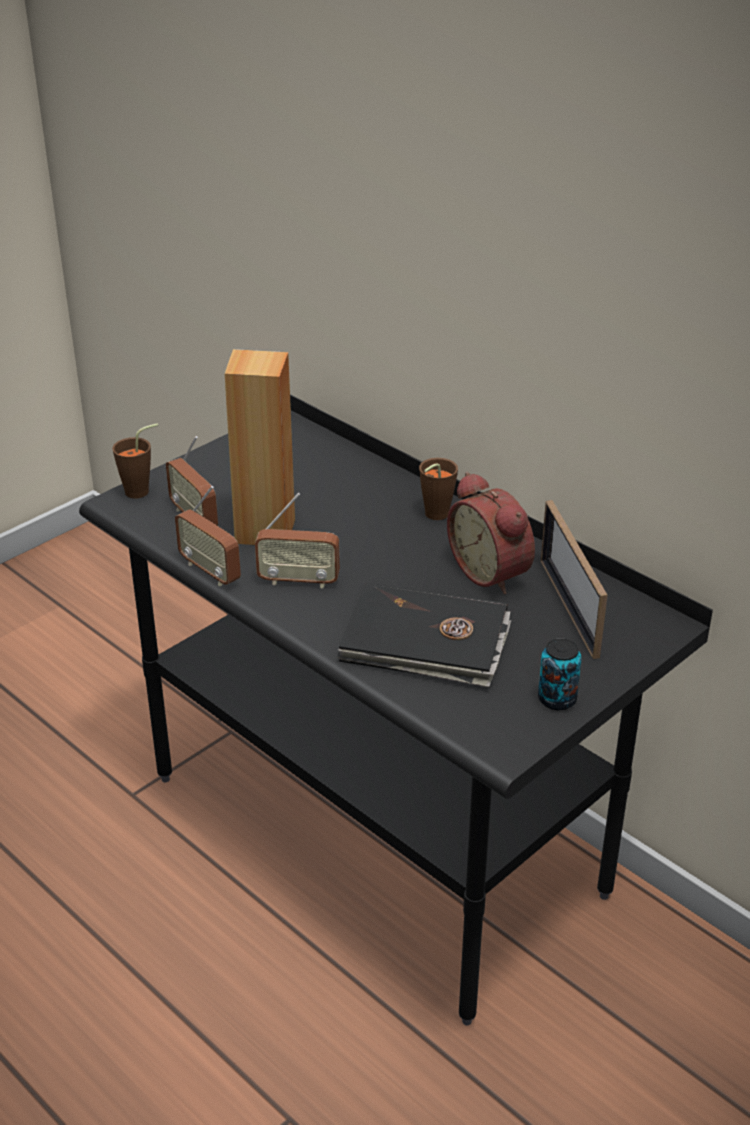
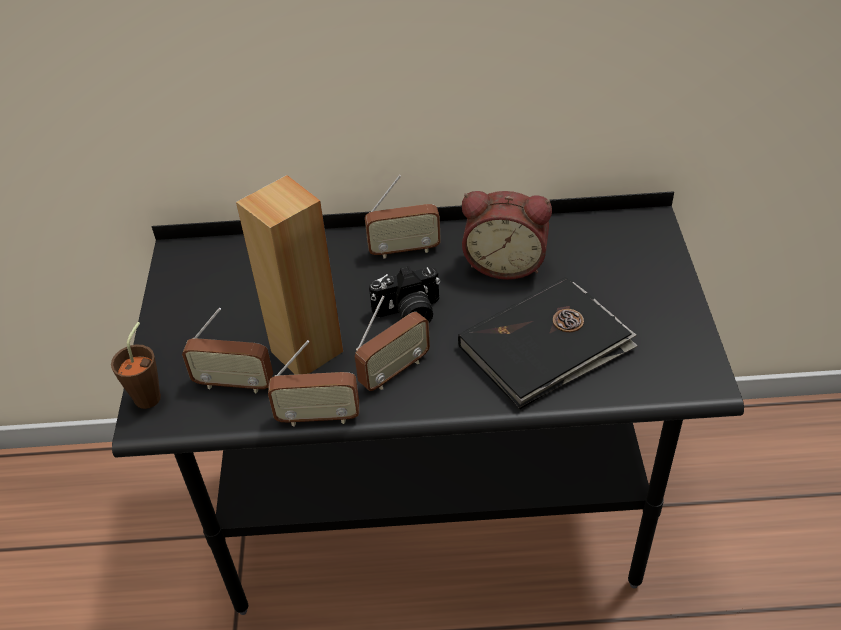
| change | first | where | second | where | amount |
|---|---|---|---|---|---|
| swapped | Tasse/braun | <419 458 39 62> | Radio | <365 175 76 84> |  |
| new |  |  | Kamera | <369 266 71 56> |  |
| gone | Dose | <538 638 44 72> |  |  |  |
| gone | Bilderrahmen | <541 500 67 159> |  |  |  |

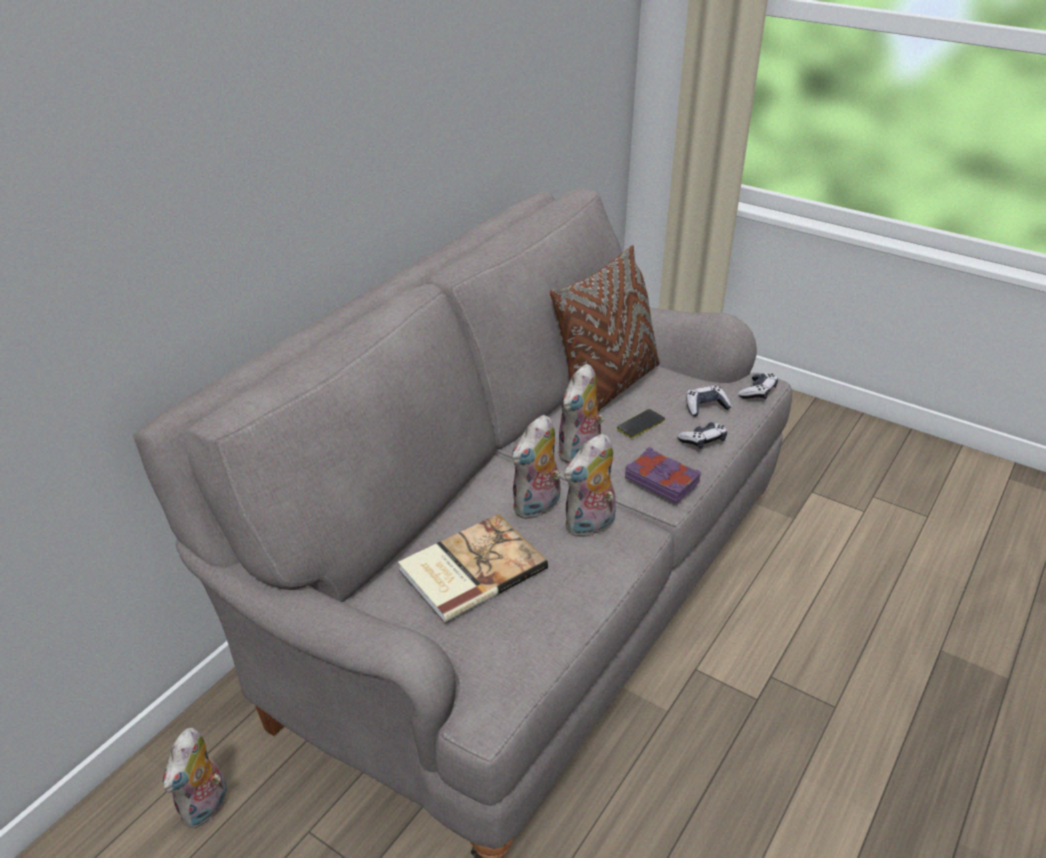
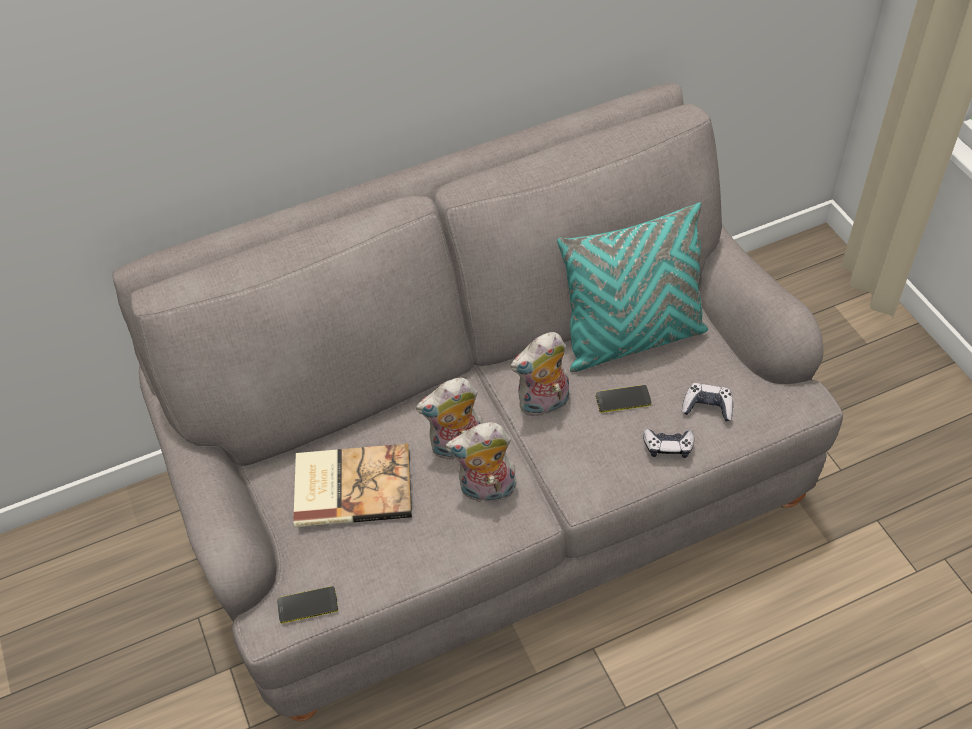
| change | first | where | second | where | amount |
|---|---|---|---|---|---|
| new |  |  | Handy | <277 586 61 37> |  |
| repainted | Kissen/braun | <550 245 109 166> | Kissen/türkis | <557 202 151 170> |  |
| gone | Plüschtier | <163 728 65 101> |  |  |  |
| gone | Buch/lila | <625 447 76 56> |  |  |  |
| gone | Gamepad | <738 373 40 27> |  |  |  |

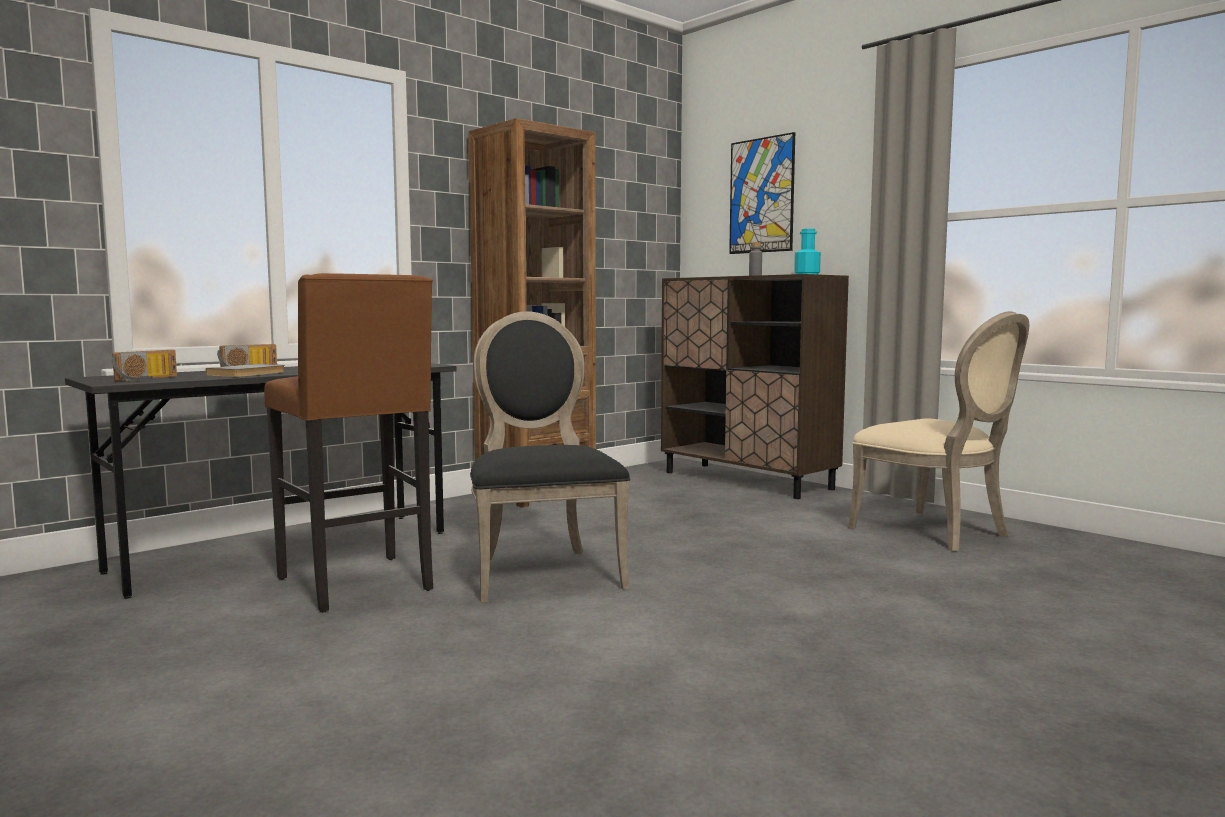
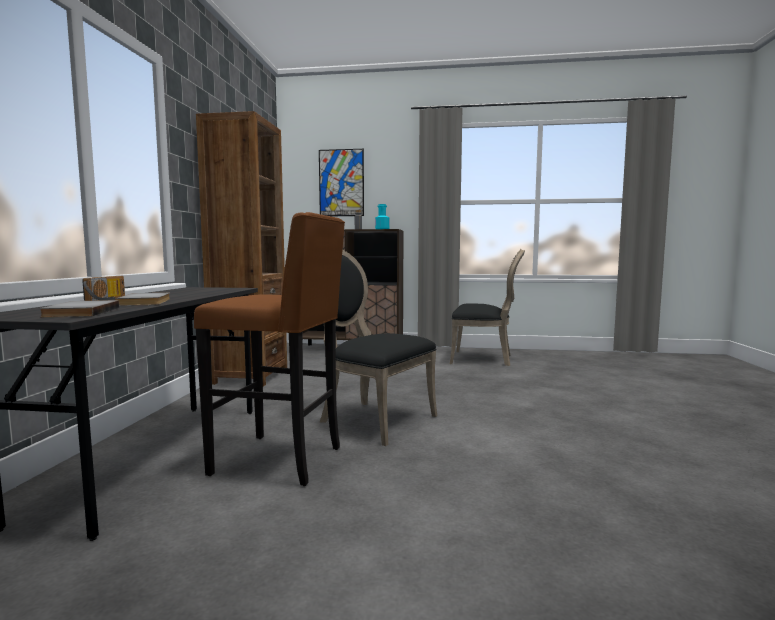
| change | first | where | second | where | amount |
|---|---|---|---|---|---|
| swapped | Radio | <111 350 66 31> | Buch/grau | <39 300 80 18> |  |
| repainted | Stuhl/beige | <848 311 181 241> | Stuhl/schwarz | <450 249 75 117> |  |

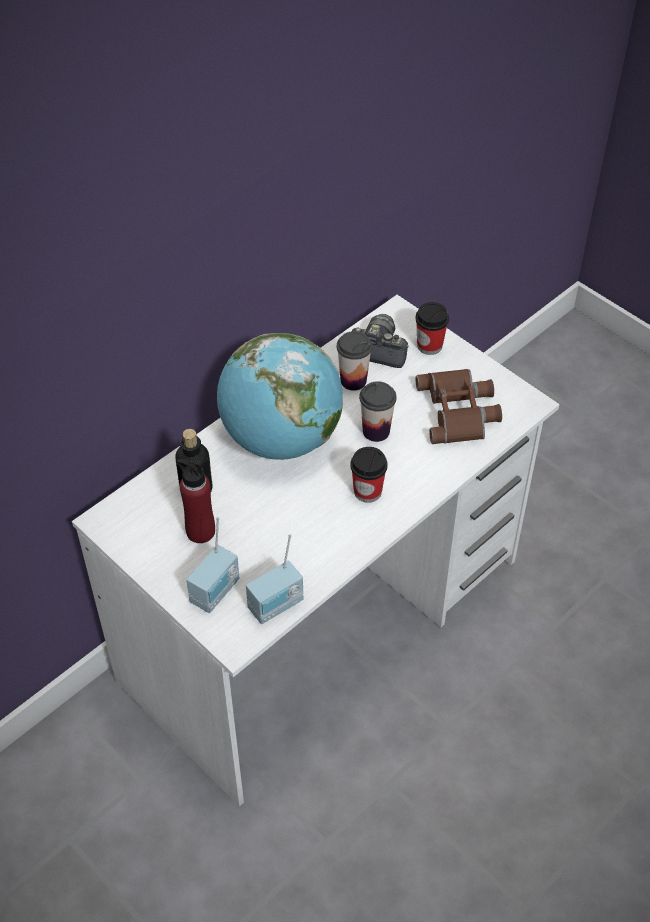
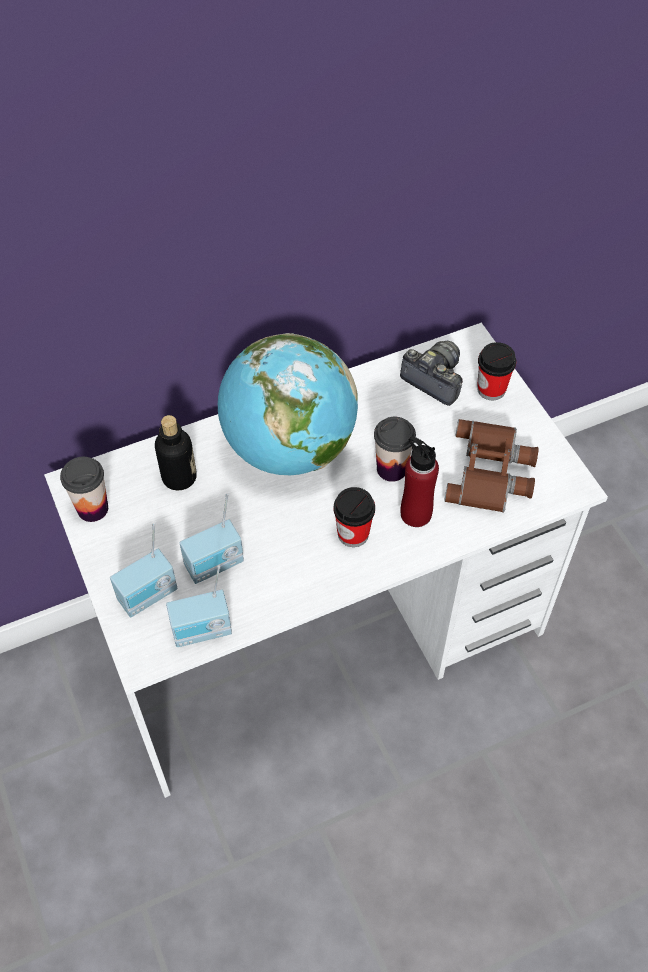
| change | first | where | second | where | amount |
|---|---|---|---|---|---|
| shifted | Tasse | <337 331 35 60> |  | <60 457 48 65> |  |
| new |  |  | Radio | <179 493 65 91> |  |
| shifted | Flasche/rot | <176 459 39 84> |  | <401 437 38 90> |  |

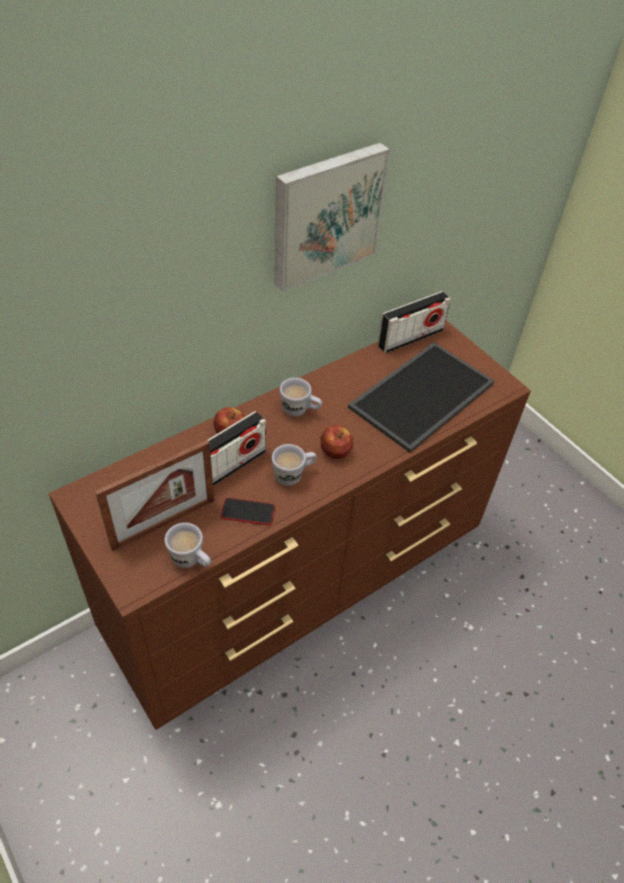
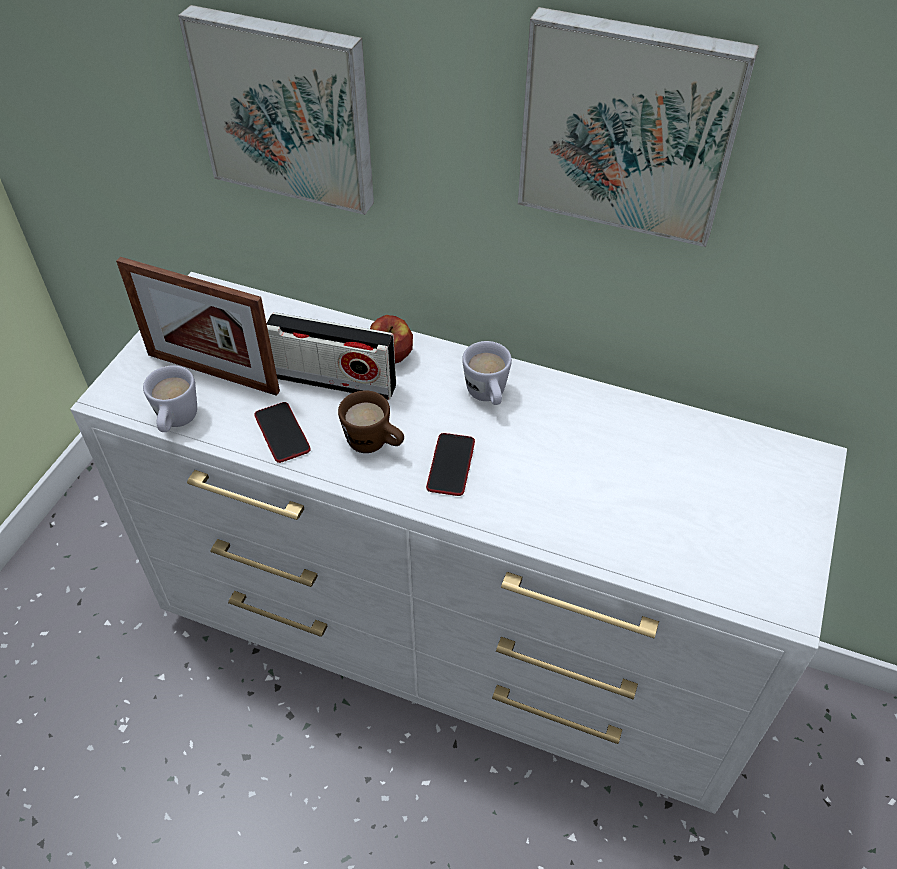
| change | first | where | second | where | amount |
|---|---|---|---|---|---|
| repainted | Kommode/braun | <49 320 482 410> | Kommode/weiß | <71 272 776 542> |  |
| new |  |  | Bild | <178 5 196 210> |  |
| repainted | Henkelbecher/weiß | <272 444 45 42> | Henkelbecher/braun | <338 390 66 63> |  |
| swapped | Apfel | <320 425 33 34> | Handy | <426 433 49 63> |  |
| gone | Tablett | <348 342 146 111> |  |  |  |
| gone | Radio | <378 291 73 62> |  |  |  |

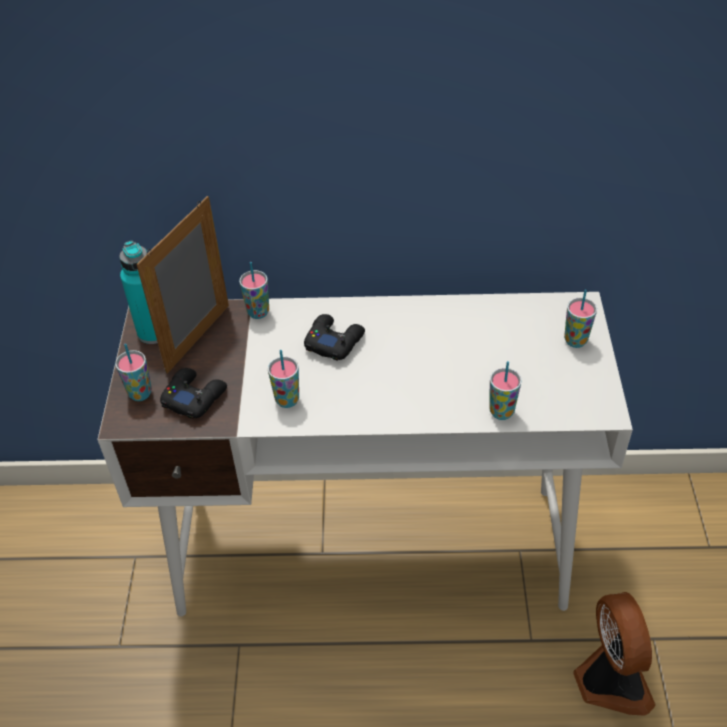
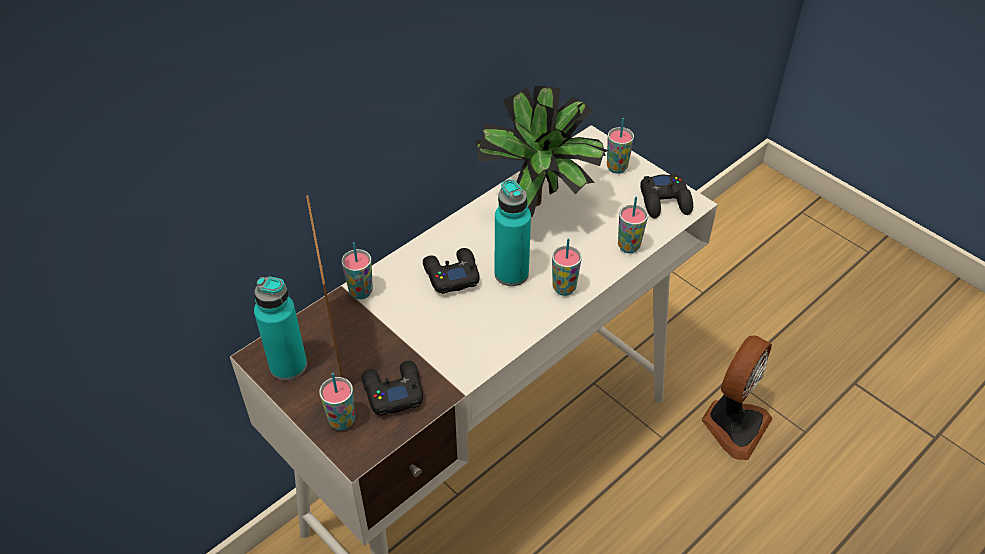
| change | first | where | second | where | amount |
|---|---|---|---|---|---|
| new |  |  | Topfpflanze | <475 86 134 131> |  |
| new |  |  | Flasche/türkis | <495 179 36 107> |  |
| shifted | Tasse | <268 350 31 58> |  | <552 238 30 58> |  |
| new |  |  | Gamepad/schwarz | <640 173 53 46> |  |
| rotated | Ventilator | <573 592 83 124> |  | <702 335 71 125> | 90 degrees clockwise |

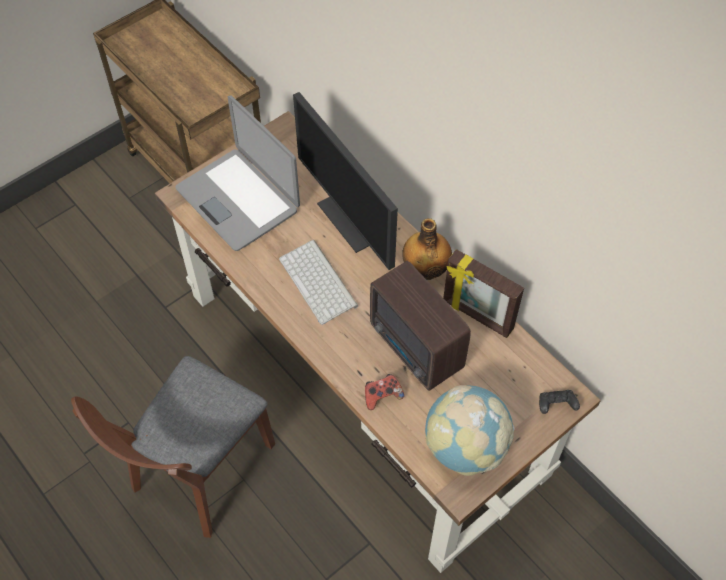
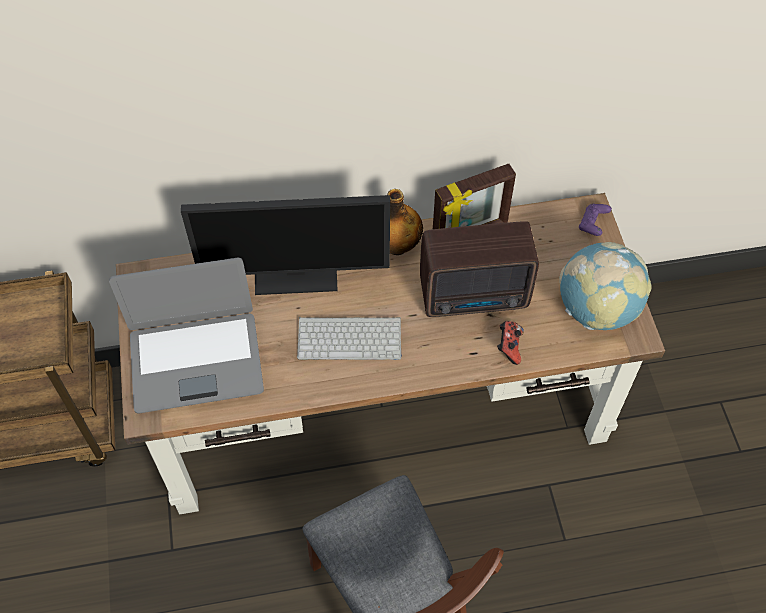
| change | first | where | second | where | amount |
|---|---|---|---|---|---|
| repainted | Gamepad/schwarz | <539 390 41 24> | Gamepad/lila | <579 204 33 32> |  |

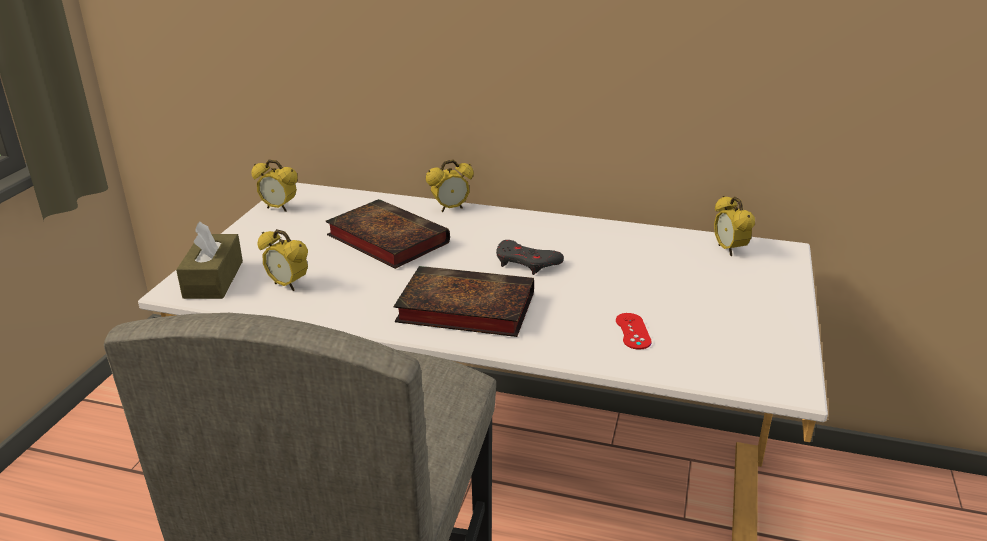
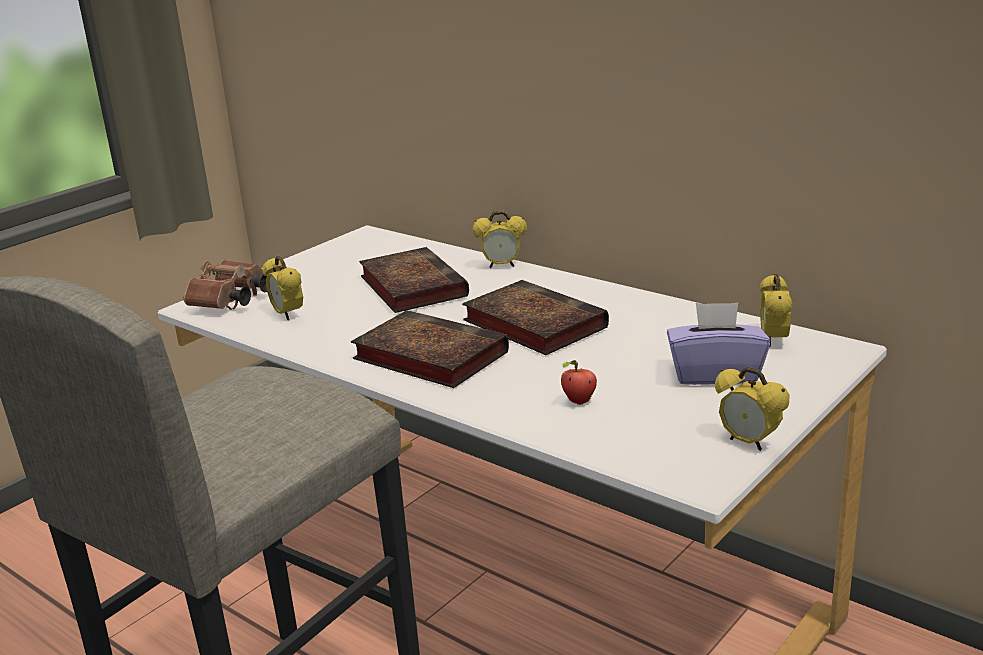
| change | first | where | second | where | amount |
|---|---|---|---|---|---|
| swapped | Taschentuchbox/braun | <176 221 67 78> | Fernglas/braun | <183 260 84 50> |  |
| swapped | Gamepad/grau | <496 240 68 35> | Buch | <462 280 147 75> |  |
| swapped | Gamepad/rot | <616 313 36 37> | Apfel | <561 360 36 45> |  |
| new |  |  | Taschentuchbox/lila | <667 303 103 82> |  |
| shifted | Wecker | <252 160 45 52> |  | <715 367 74 84> |  |

